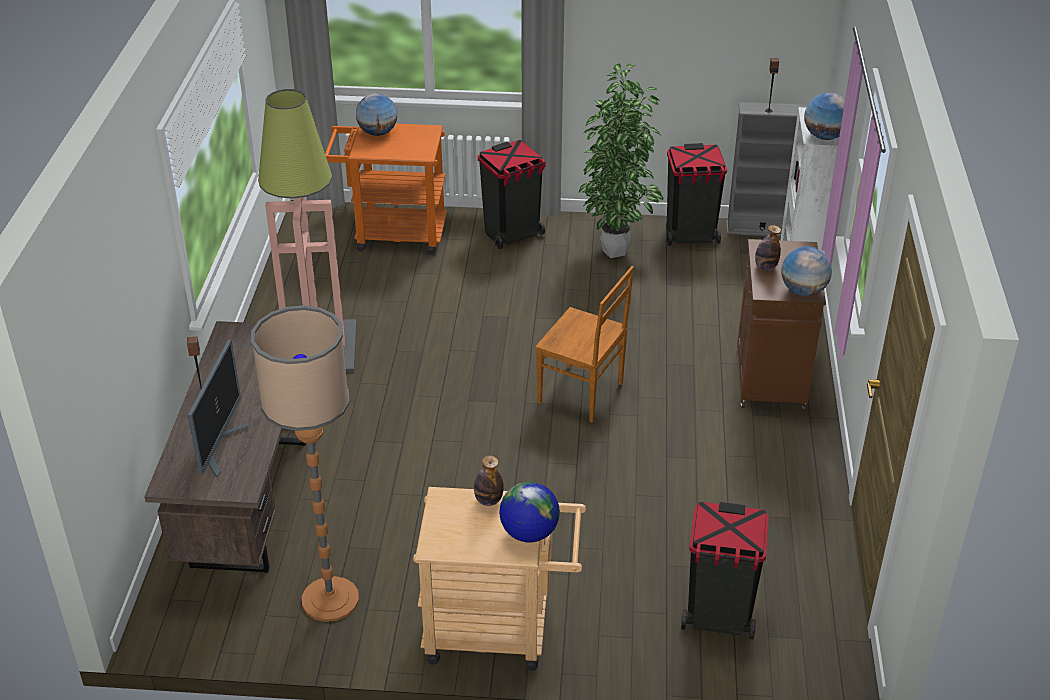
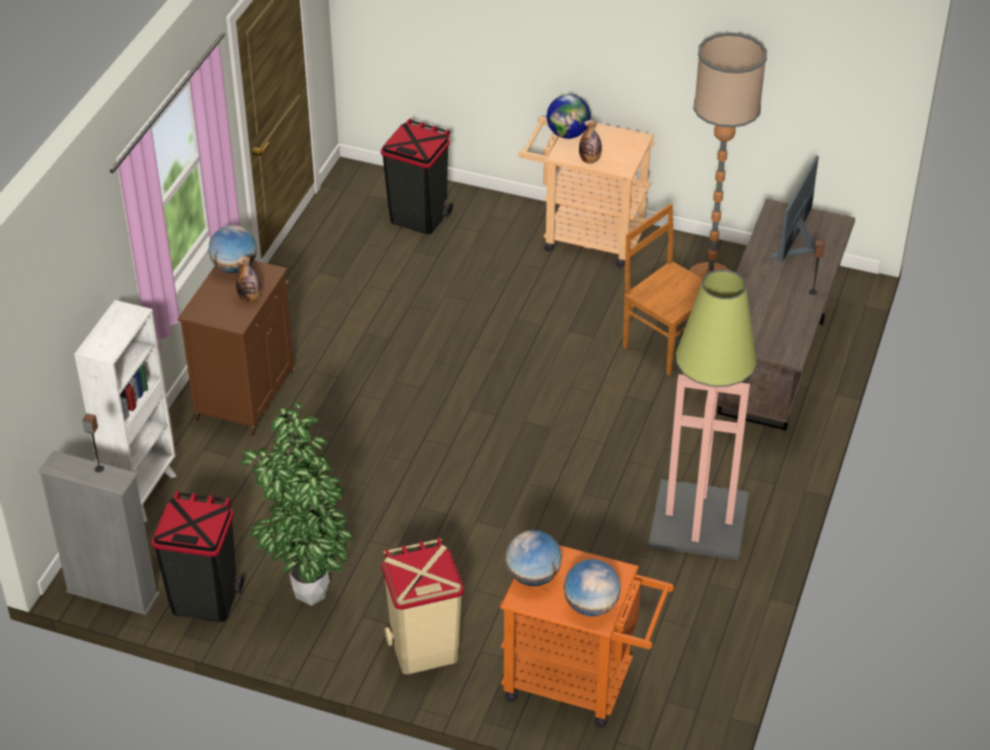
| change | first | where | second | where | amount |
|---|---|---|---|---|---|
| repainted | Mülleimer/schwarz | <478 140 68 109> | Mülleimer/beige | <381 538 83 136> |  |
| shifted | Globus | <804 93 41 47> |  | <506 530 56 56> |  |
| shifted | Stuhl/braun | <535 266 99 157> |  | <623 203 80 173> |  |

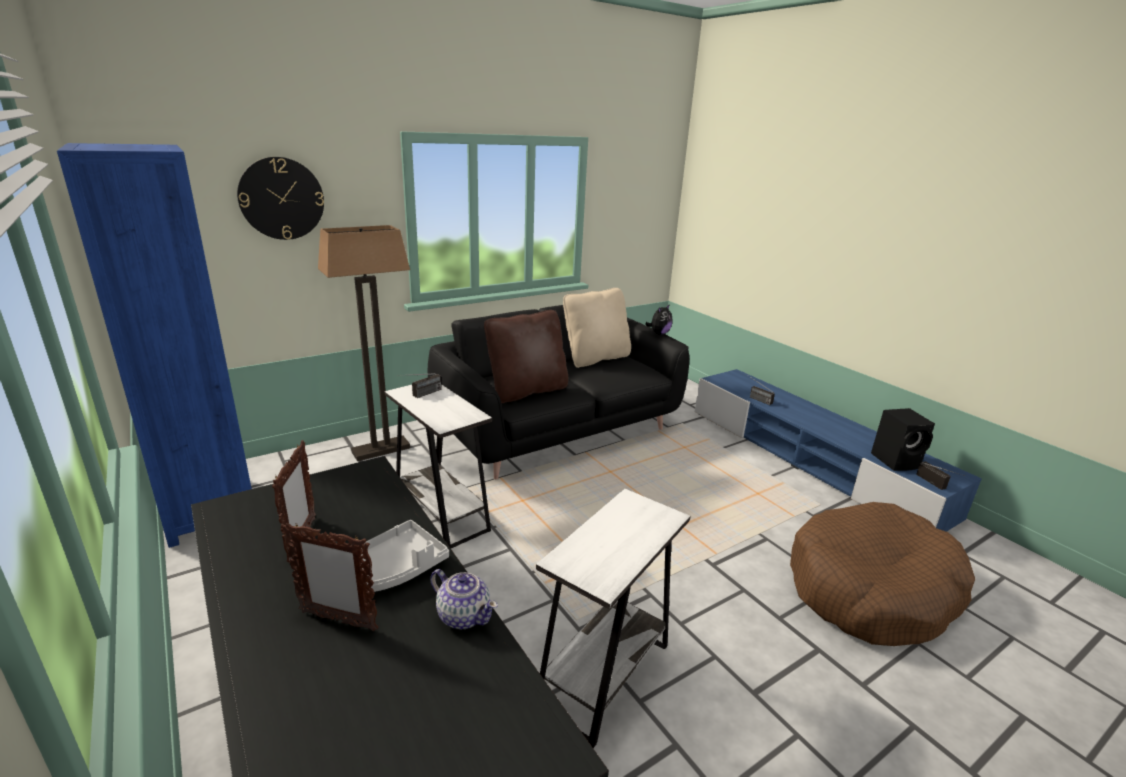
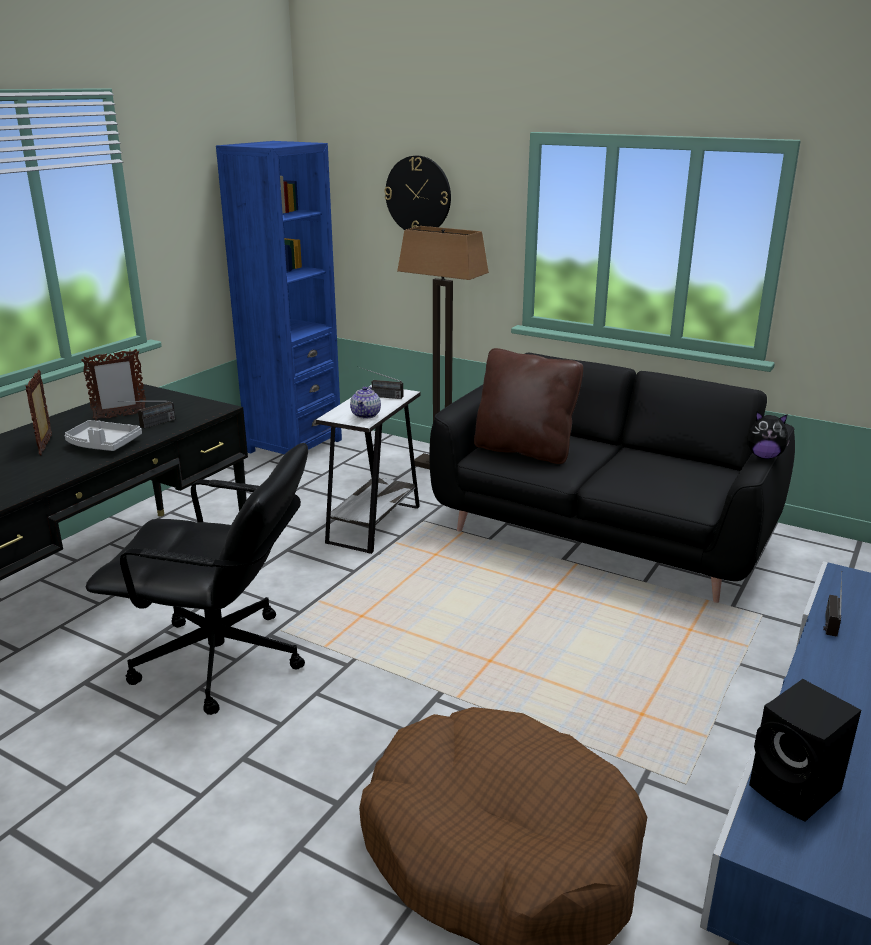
| change | first | where | second | where | amount |
|---|---|---|---|---|---|
| swapped | Beistelltisch/weiß | <536 489 154 259> | Bürostuhl/schwarz | <86 443 222 272> |  |
| shifted | Radio | <916 461 49 29> |  | <118 401 57 28> |  |
| shifted | Teekanne | <430 569 68 60> |  | <350 386 31 33> |  |
| gone | Kissen/beige | <563 288 68 80> |  |  |  |

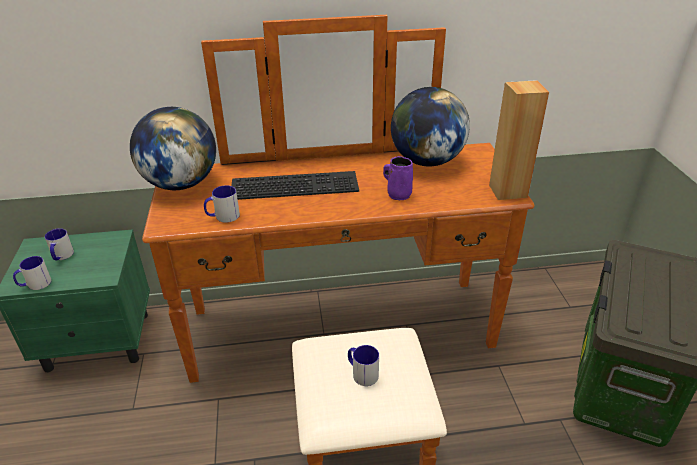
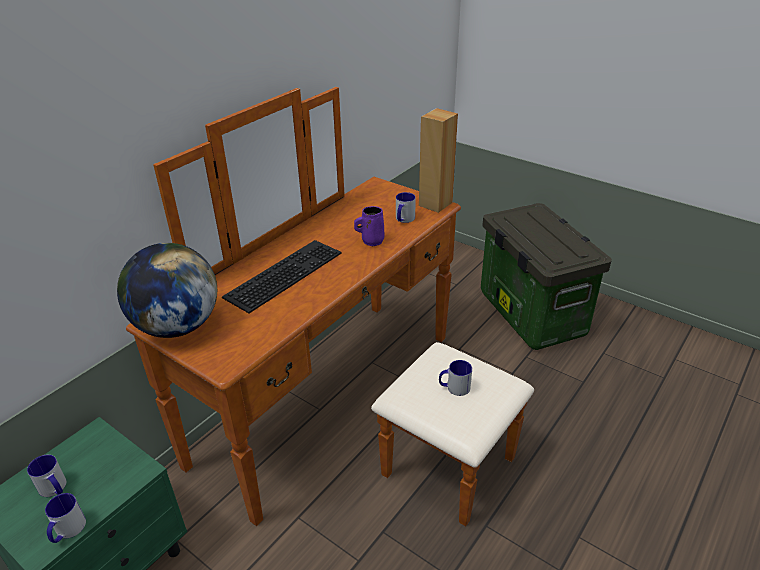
| change | first | where | second | where | amount |
|---|---|---|---|---|---|
| shifted | Henkelbecher | <204 185 36 38> |  | <396 192 20 31> |  |
| gone | Globus | <391 87 79 79> |  |  |  |

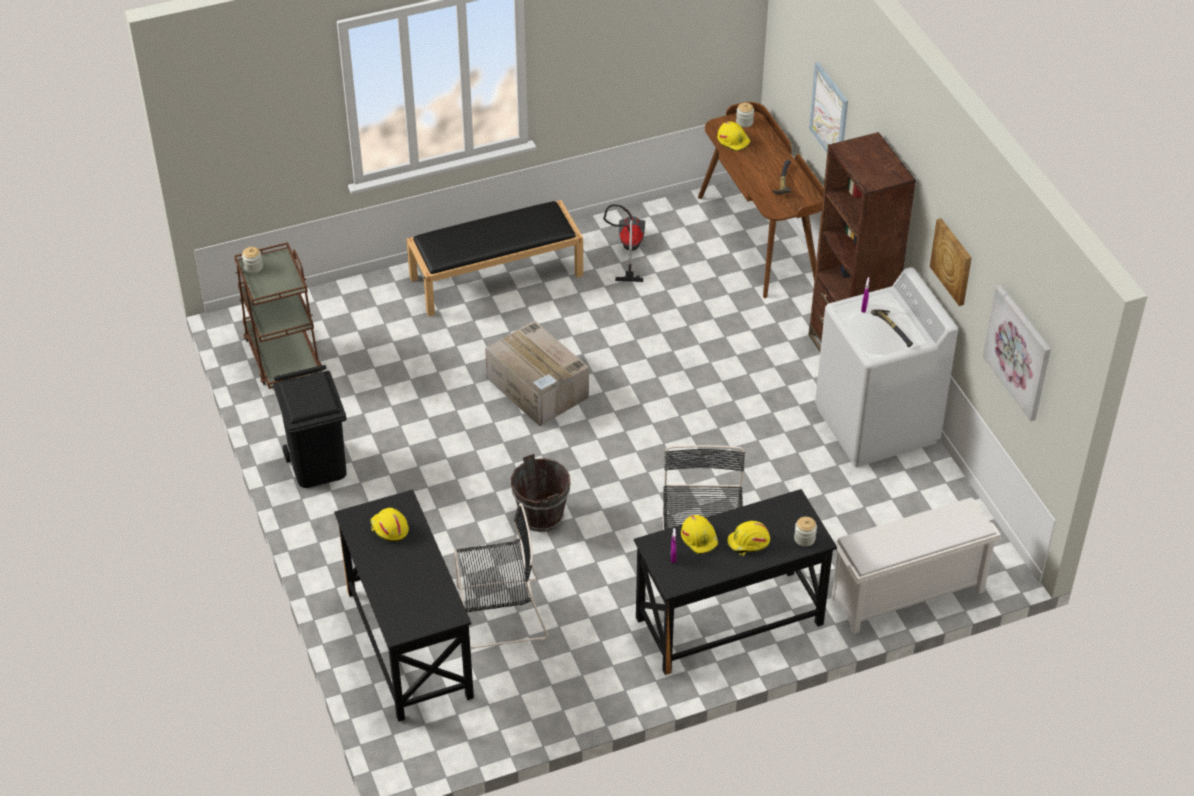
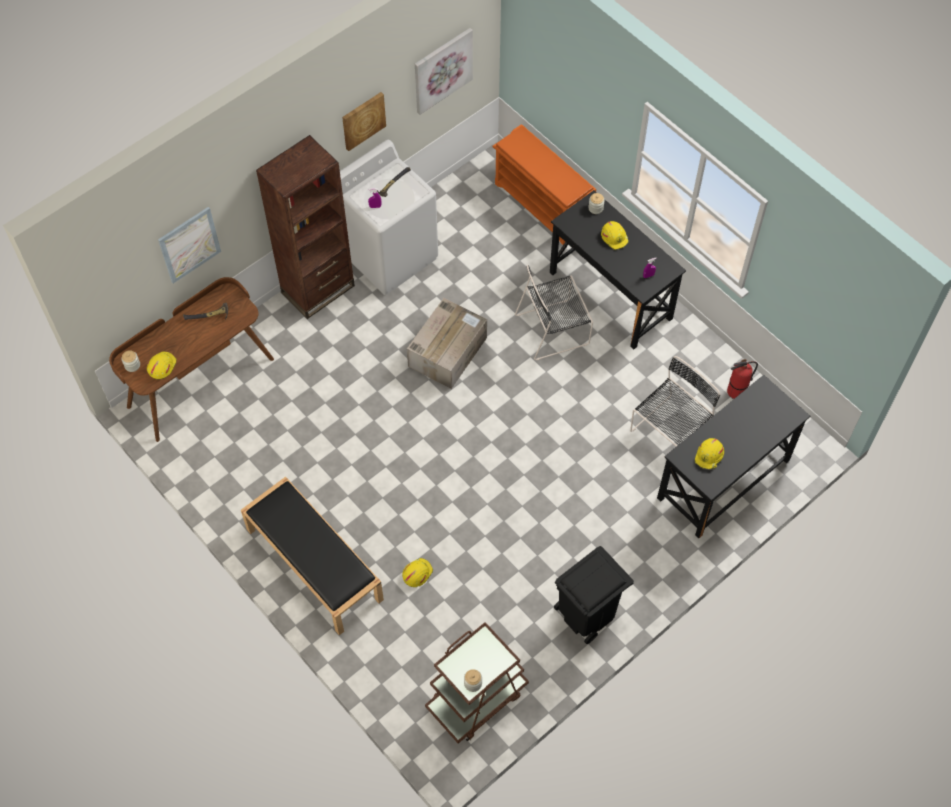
| change | first | where | second | where | amount |
|---|---|---|---|---|---|
| shifted | Schutzhelm/gelb | <681 515 38 39> |  | <402 558 31 29> |  |
| shifted | Karton | <485 321 104 105> |  | <407 298 80 91> |  |
| repainted | Schuhregal/weiß | <831 497 170 137> | Schuhregal/orange | <493 124 103 121> |  |
| rotated | Stuhl/schwarz | <454 503 94 146> |  | <630 356 90 90> | 75 degrees clockwise |
| new |  |  | Feuerlöscher | <727 359 31 40> |  |
| gone | Eimer/braun | <511 454 59 78> |  |  |  |
| gone | Staubsauger | <603 204 42 78> |  |  |  |

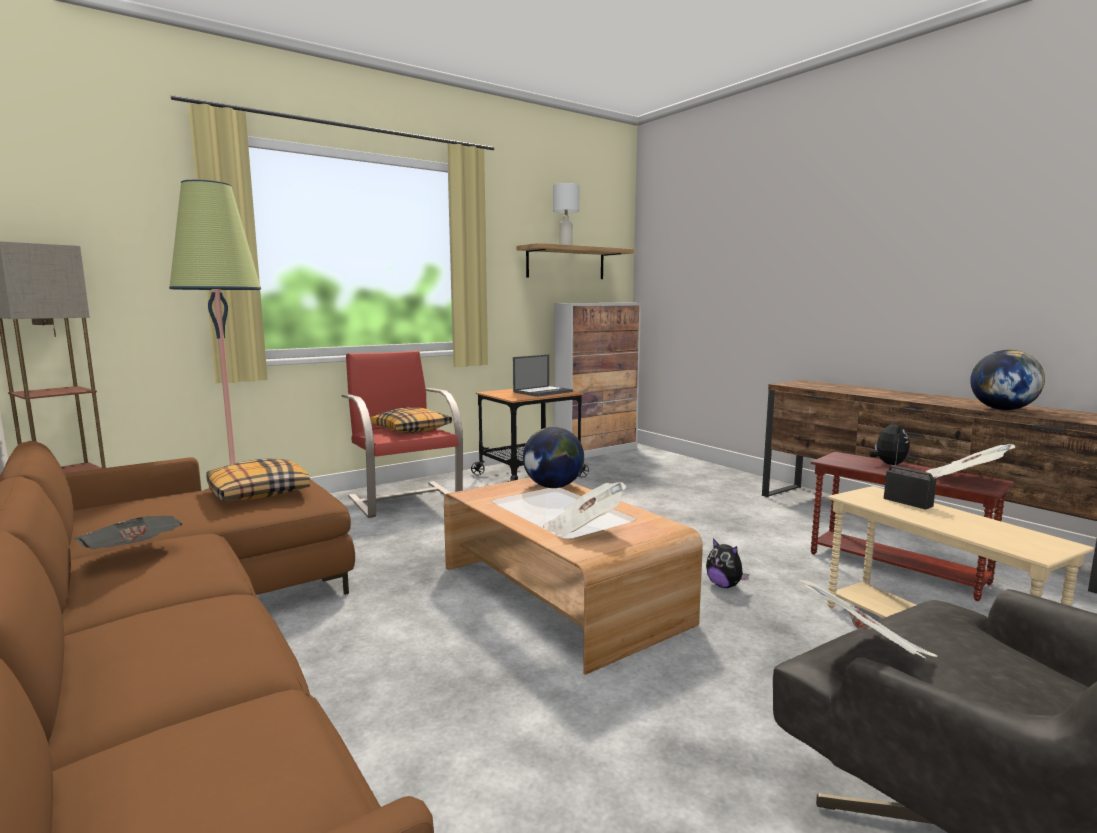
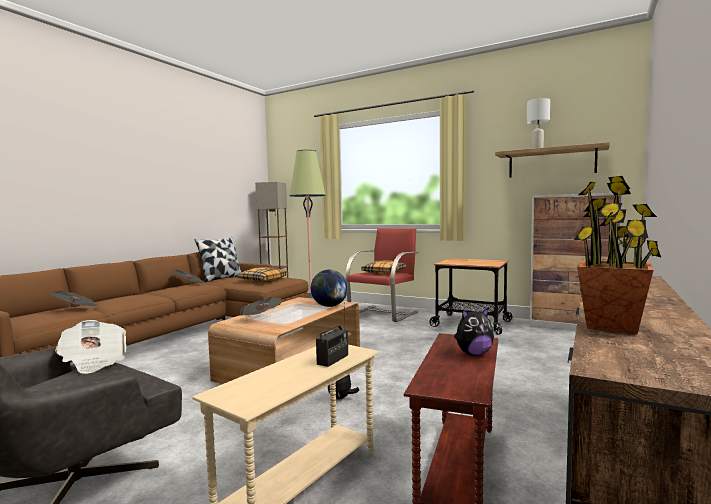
| change | first | where | second | where | amount |
|---|---|---|---|---|---|
| shifted | Zeitung | <926 444 89 34> |  | <49 291 49 15> |  |
| new |  |  | Kissen | <194 237 48 45> |  |
| swapped | Globus | <970 350 75 60> | Topfpflanze | <574 176 87 158> |  |
| gone | Laptop | <513 354 60 43> |  |  |  |

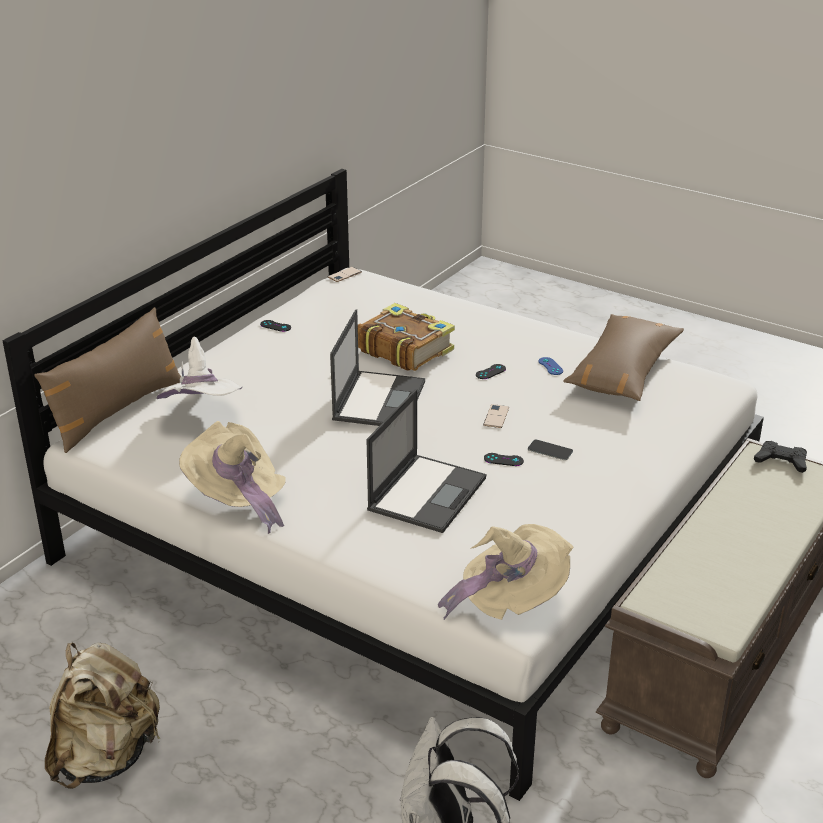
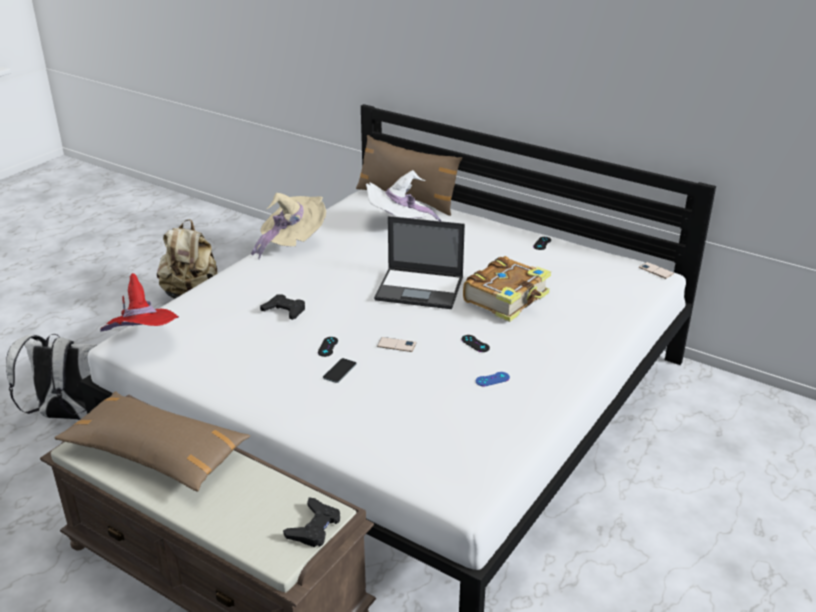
| change | first | where | second | where | amount |
|---|---|---|---|---|---|
| shifted | Kissen/braun | <563 314 121 87> |  | <54 392 196 100> |  |
| repainted | Hut/beige | <438 524 135 96> | Hut/rot | <100 273 79 59> |  |
| swapped | Laptop | <366 389 120 144> | Gamepad/schwarz | <260 294 45 26> |  |

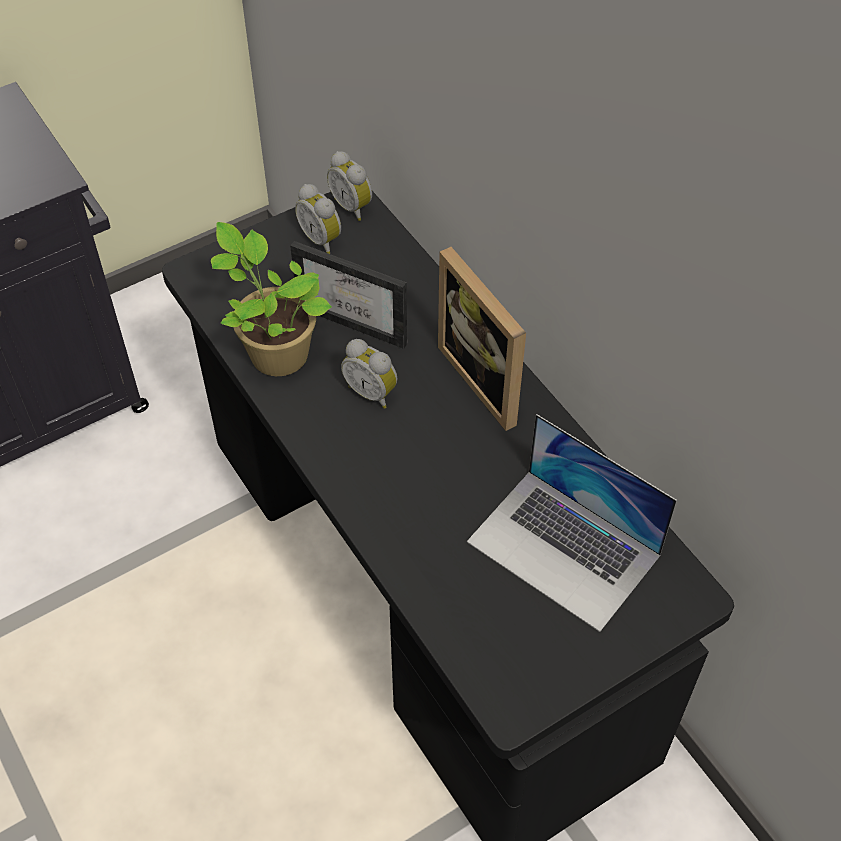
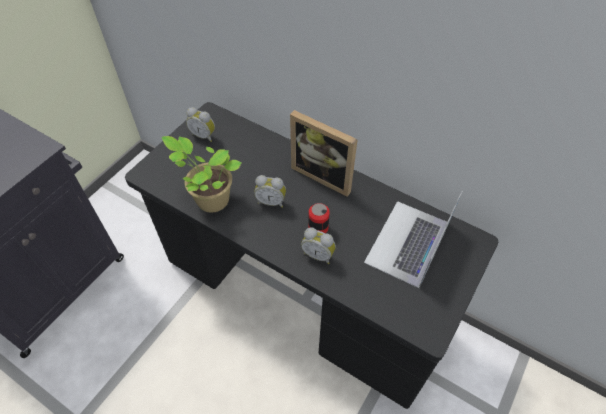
| change | first | where | second | where | amount |
|---|---|---|---|---|---|
| shifted | Wecker | <327 151 45 70> |  | <301 227 35 37> |  |
| new |  |  | Dose | <308 203 22 31> |  |
| rotated | Laptop | <467 414 210 218> |  | <364 191 98 97> | 105 degrees clockwise |
| gone | Bilderrahmen | <290 241 117 108> |  |  |  |

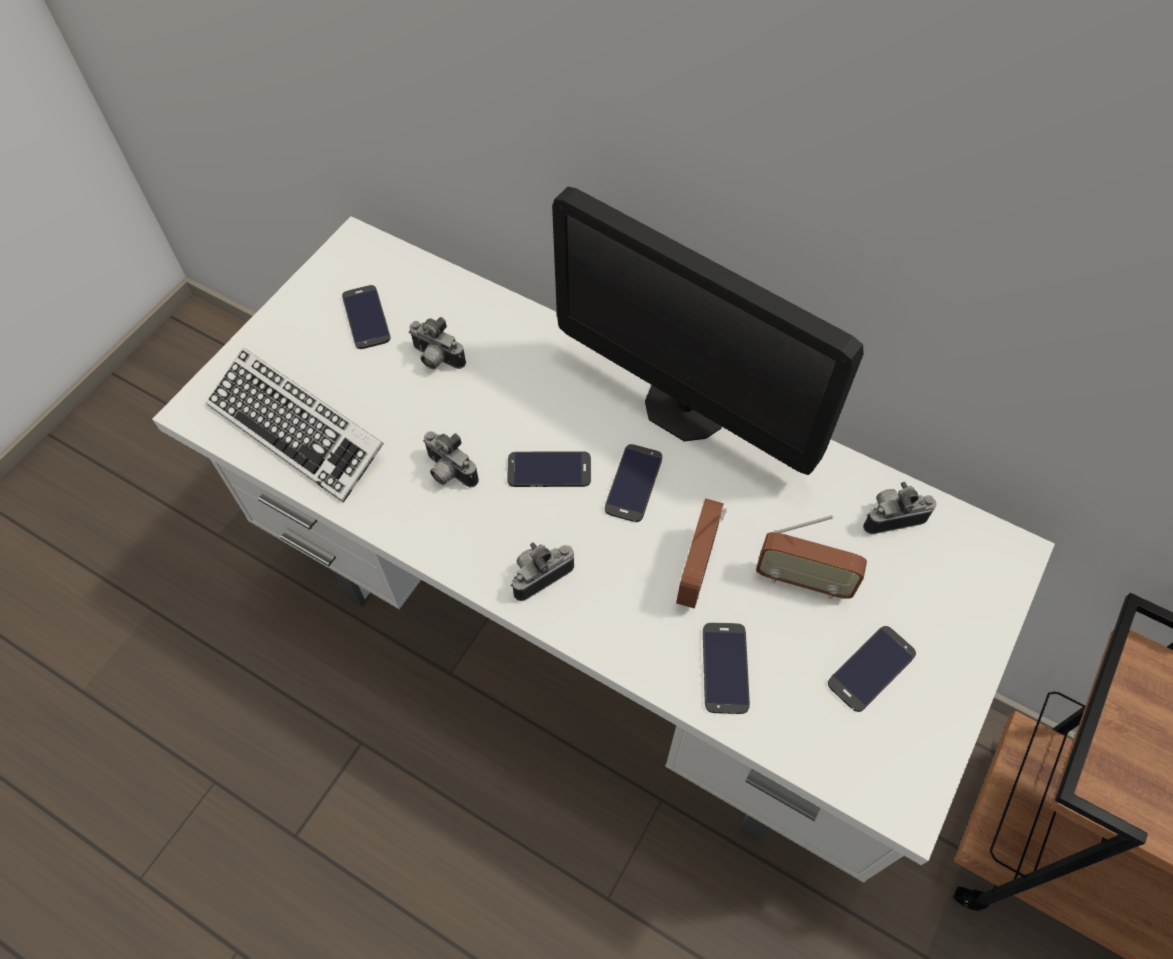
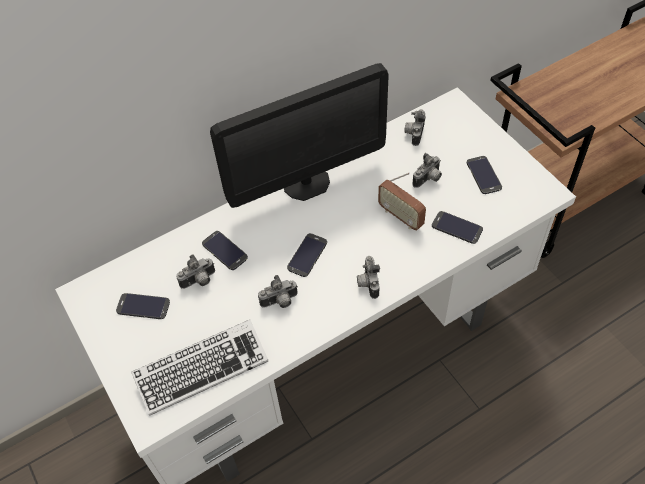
| change | first | where | second | where | amount |
|---|---|---|---|---|---|
| shifted | Handy | <605 444 57 78> |  | <202 231 46 39> |  |
| swapped | Radio | <756 515 111 85> | Kamera | <412 153 30 35> |  |

